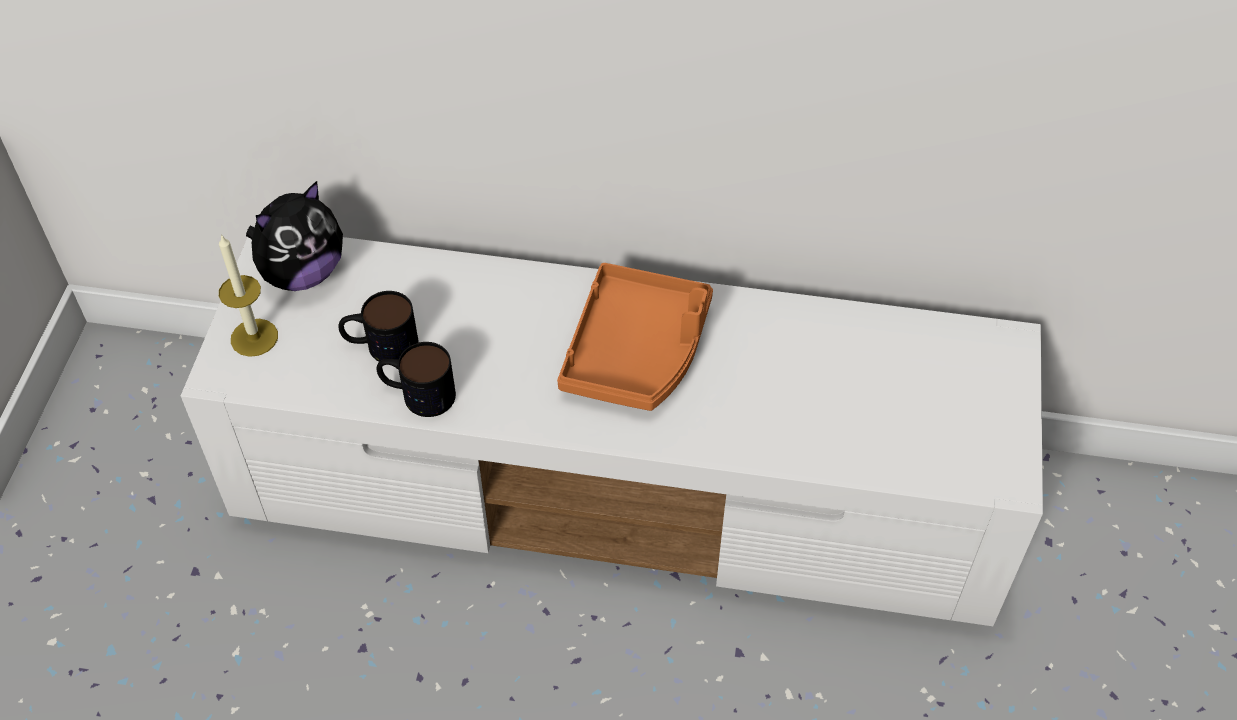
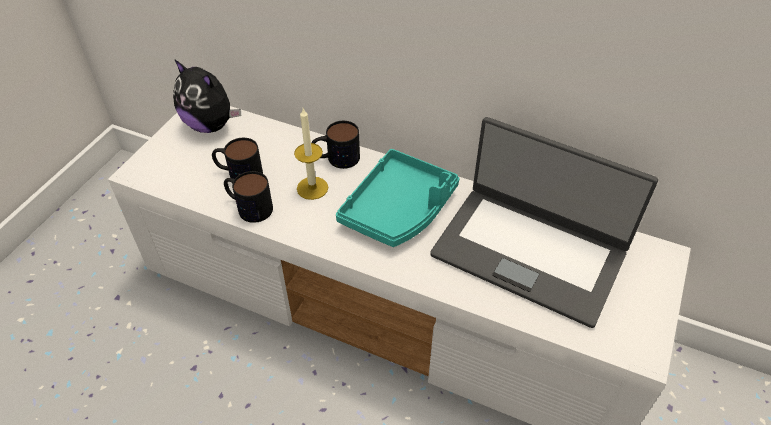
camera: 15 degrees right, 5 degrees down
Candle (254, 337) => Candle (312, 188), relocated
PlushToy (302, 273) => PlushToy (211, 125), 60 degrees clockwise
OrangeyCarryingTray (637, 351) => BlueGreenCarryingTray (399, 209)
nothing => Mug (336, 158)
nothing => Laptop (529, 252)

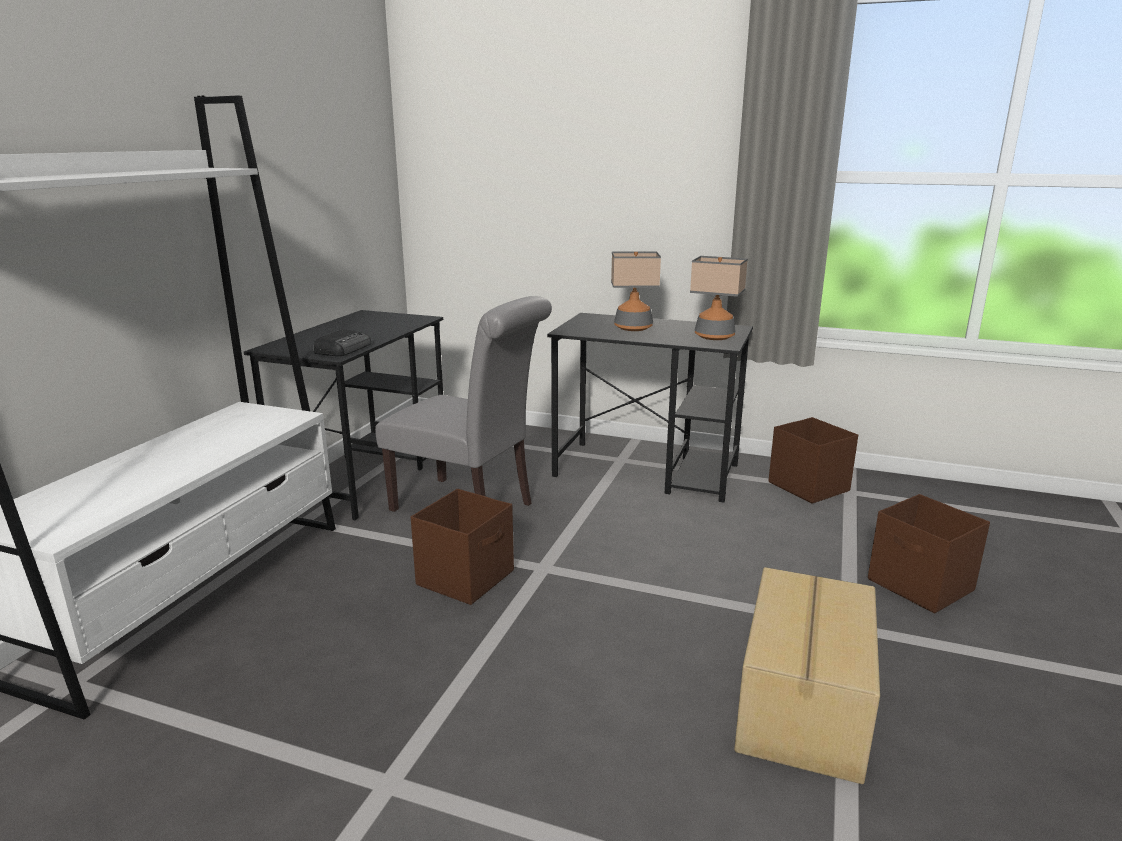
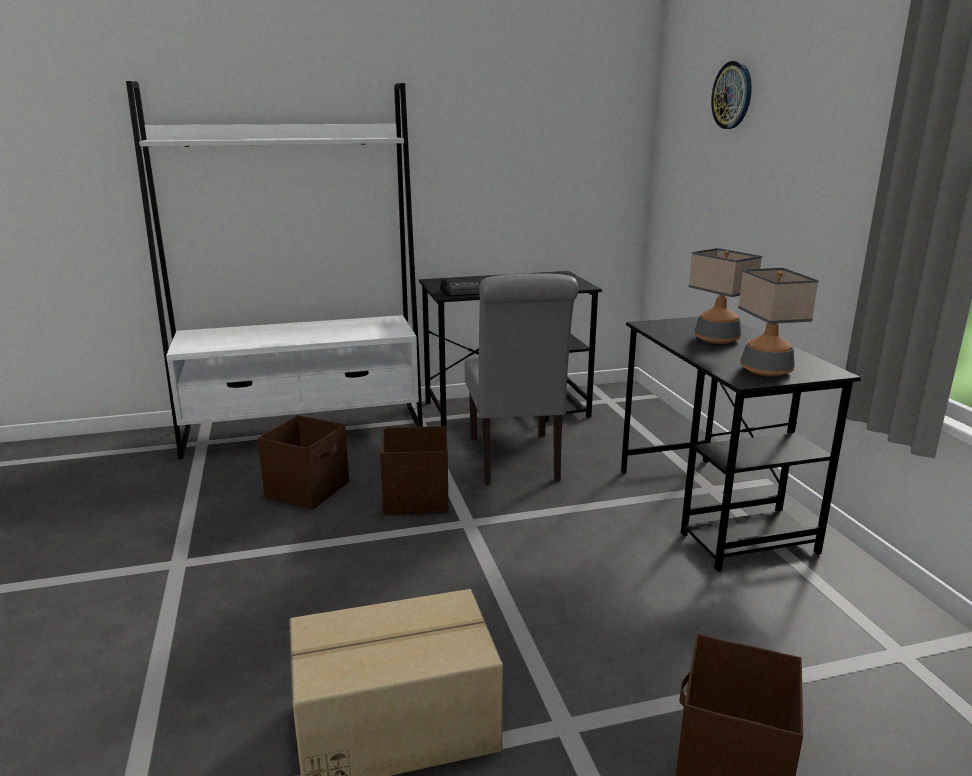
camera: 55 degrees right, 0 degrees up
BrownColouredStorageBox (808, 486) => BrownColouredStorageBox (309, 489), relocated
nothing => HangingClock (732, 95)

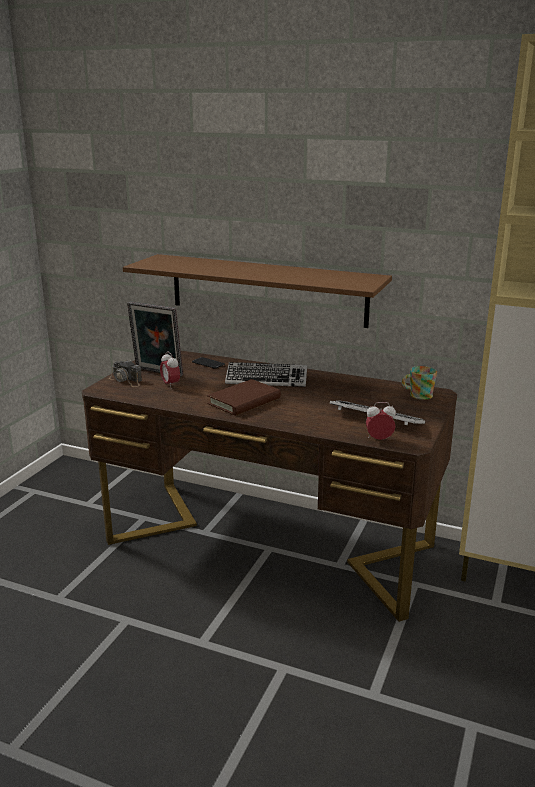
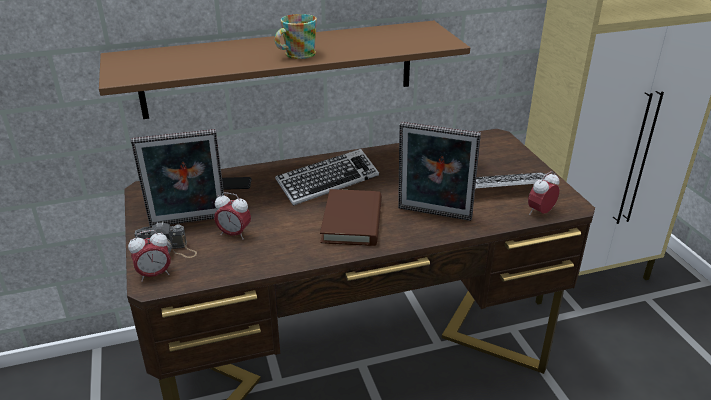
camera: 40 degrees left, 10 degrees up
Mug (417, 395) => Mug (296, 55), relocated
nothing => TableClock (154, 274)
nothing => PhotoFrame (433, 215)

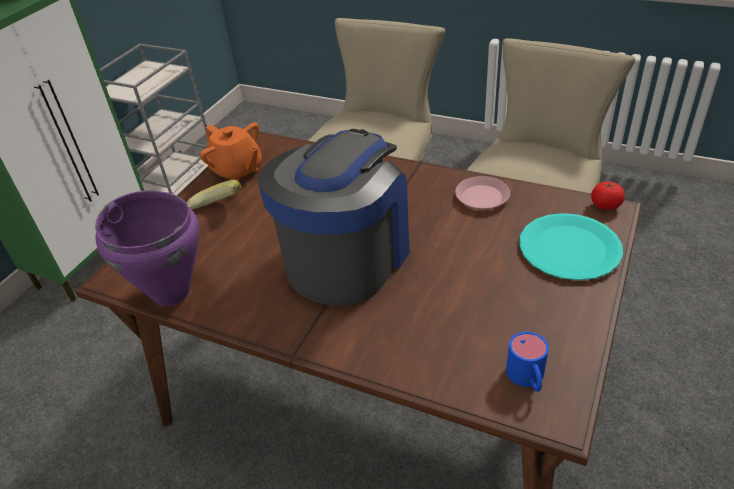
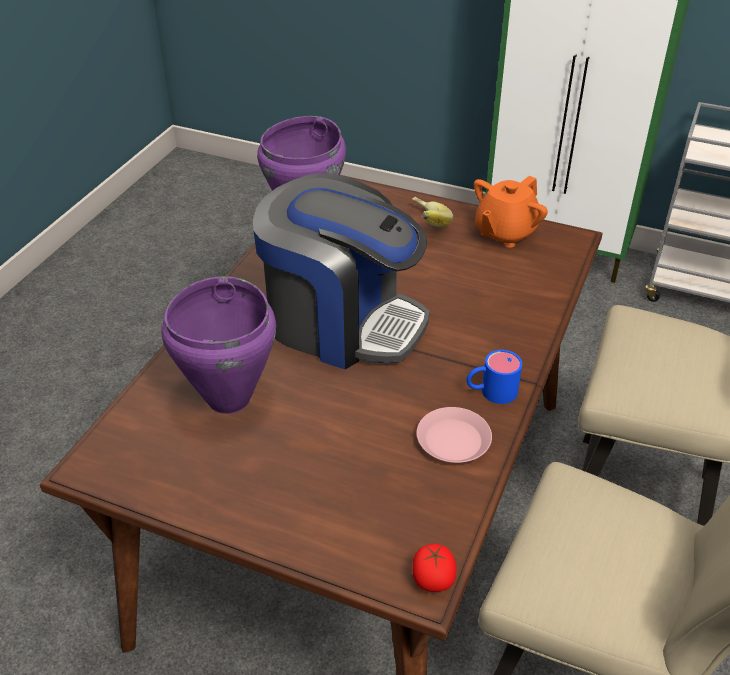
camera: 85 degrees right, 0 degrees up
BlueMug (528, 379) => BlueMug (491, 392), relocated
BlueGreenFlatDish (569, 248) => nothing
nothing => PurpleSaucepot (228, 399)

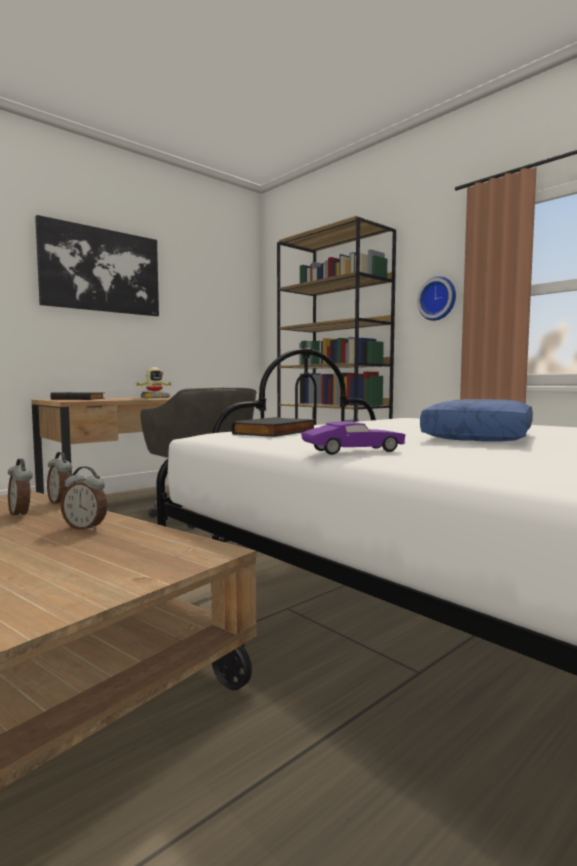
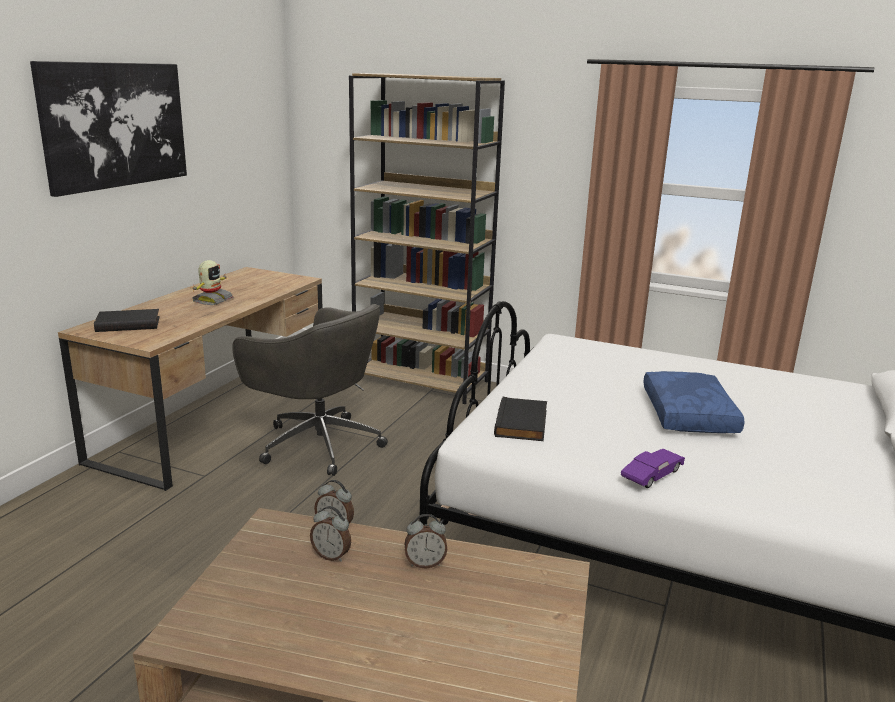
camera: 25 degrees left, 15 degrees up
HangingClock (438, 299) => nothing

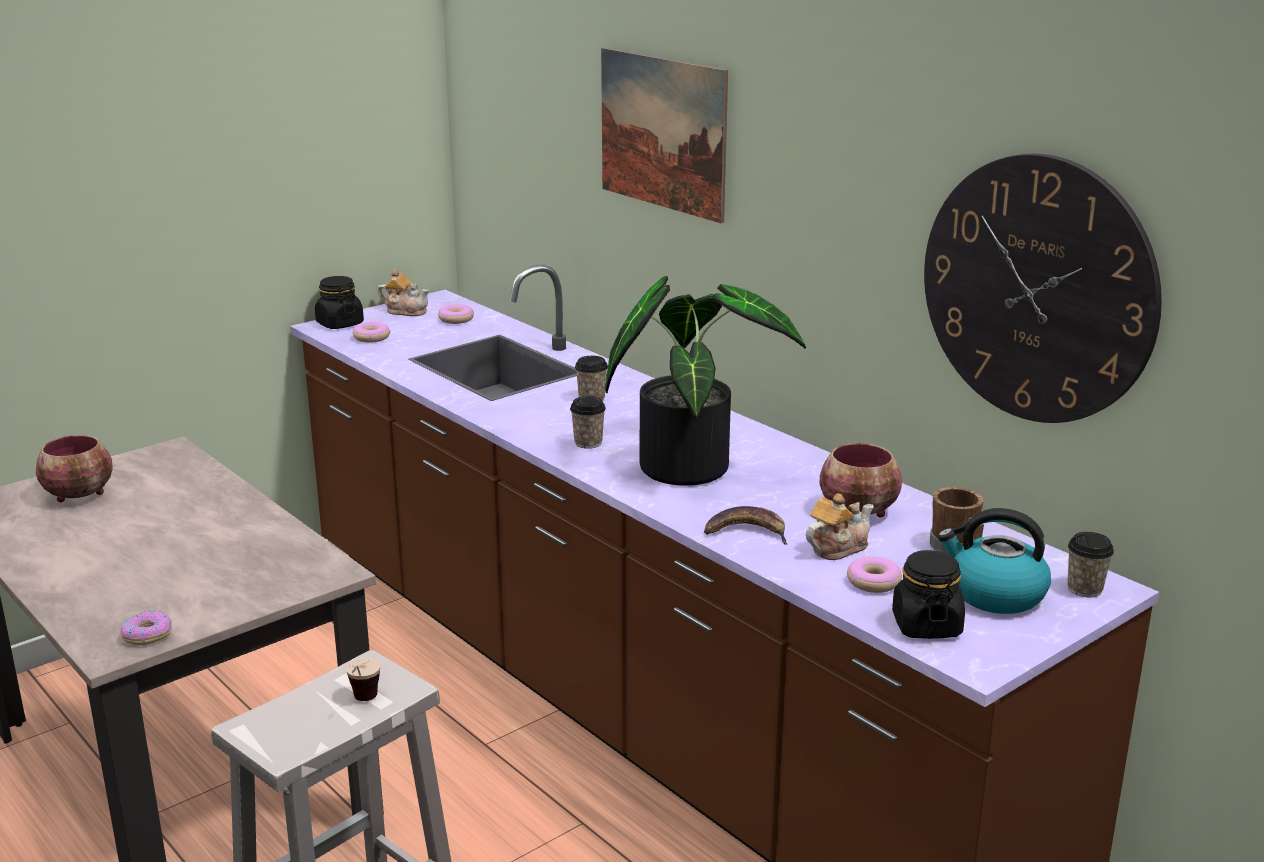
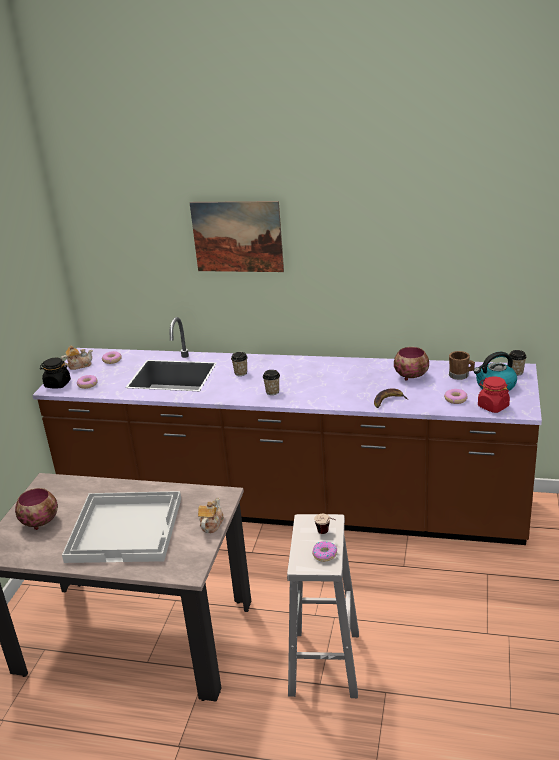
camera: 35 degrees left, 5 degrees up
Donut (147, 634) => Donut (324, 554), relocated
PottedPlant (690, 464) => nothing
TeaPot (837, 548) => TeaPot (211, 524), relocated
BlackishJar (926, 625) => ReddishJar (493, 406)
HangingClock (1037, 290) => nothing
nothing => WhitishCarryingTray (126, 528)

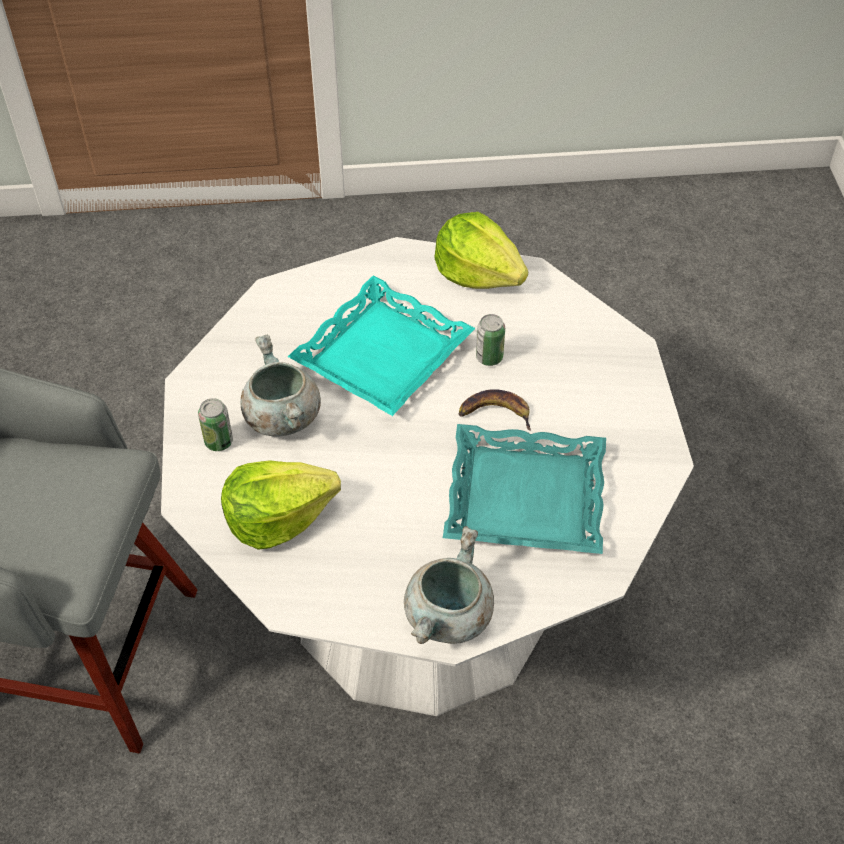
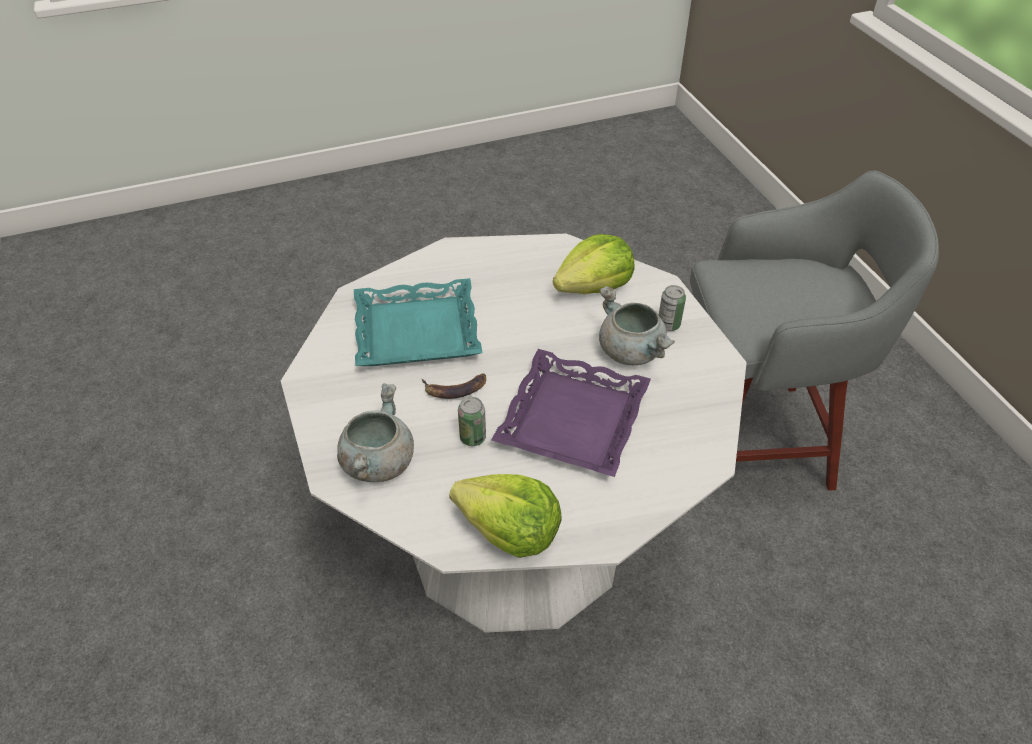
camera: 165 degrees right, 5 degrees down
BlueGreenCarryingTray (381, 354) => PurpleCarryingTray (574, 420)
GraySaucepot (449, 618) => GraySaucepot (377, 461), relocated

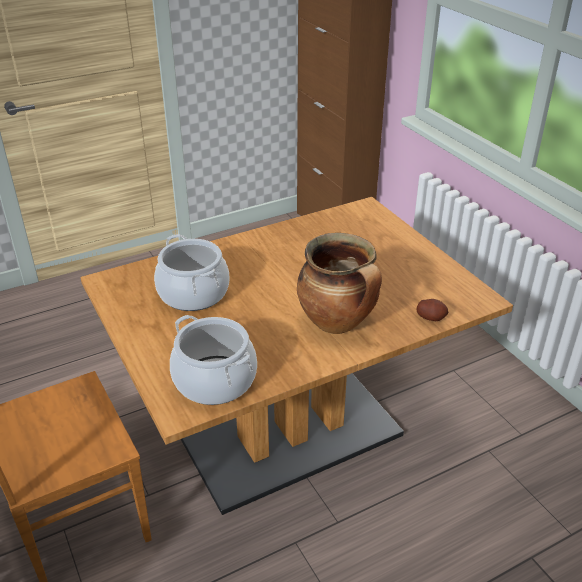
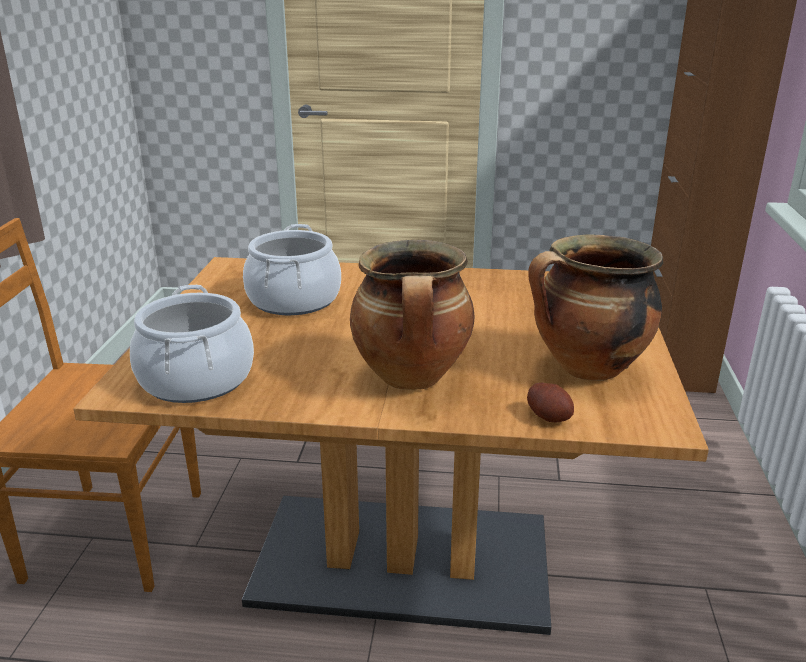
camera: 35 degrees right, 10 degrees down
nothing => Saucepot (587, 369)

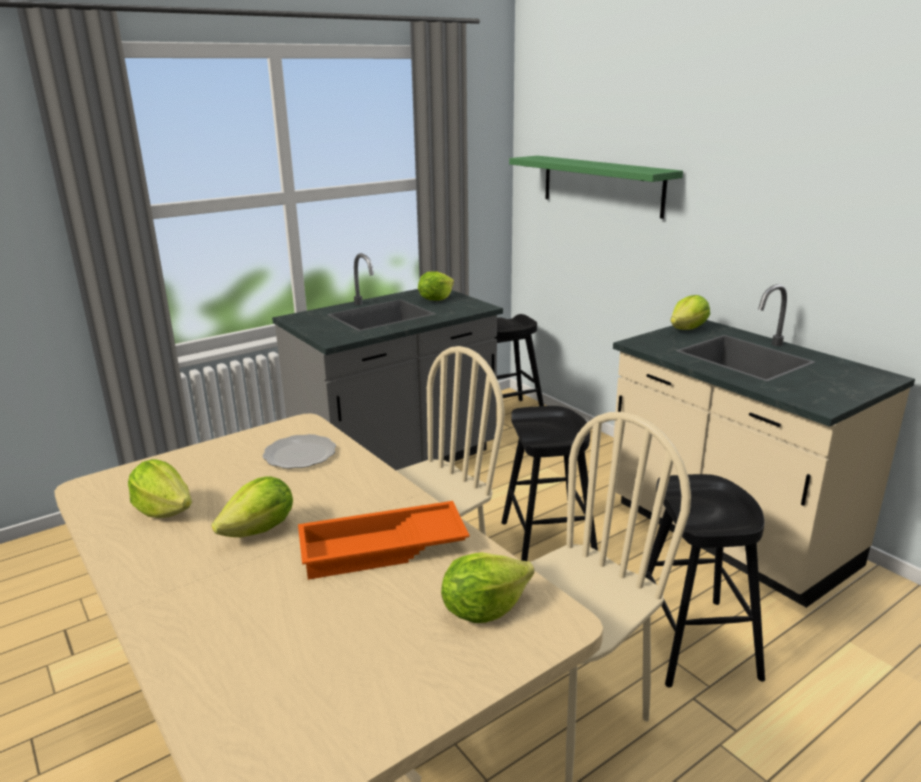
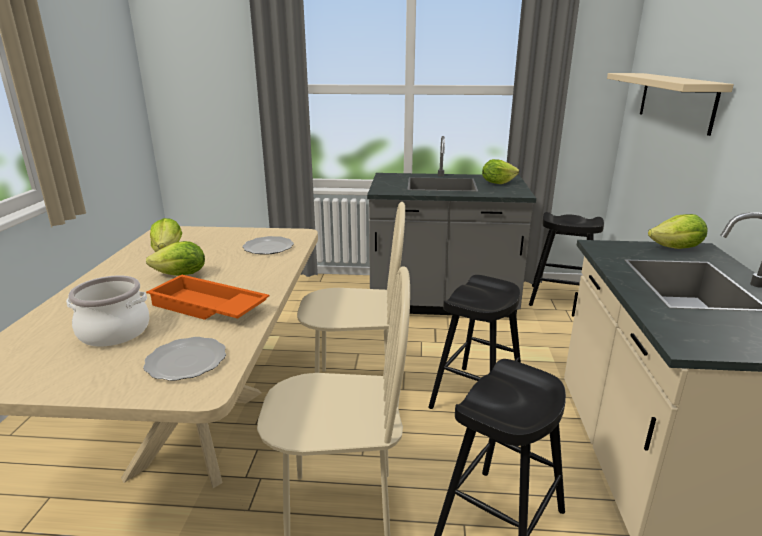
camera: 40 degrees right, 0 degrees up
HeadOfLettuce (483, 609) => FlatDish (186, 360)
GreenishWallShelf (601, 185) => BeigeColouredWallShelf (675, 100)
nothing => Saucepot (115, 331)

